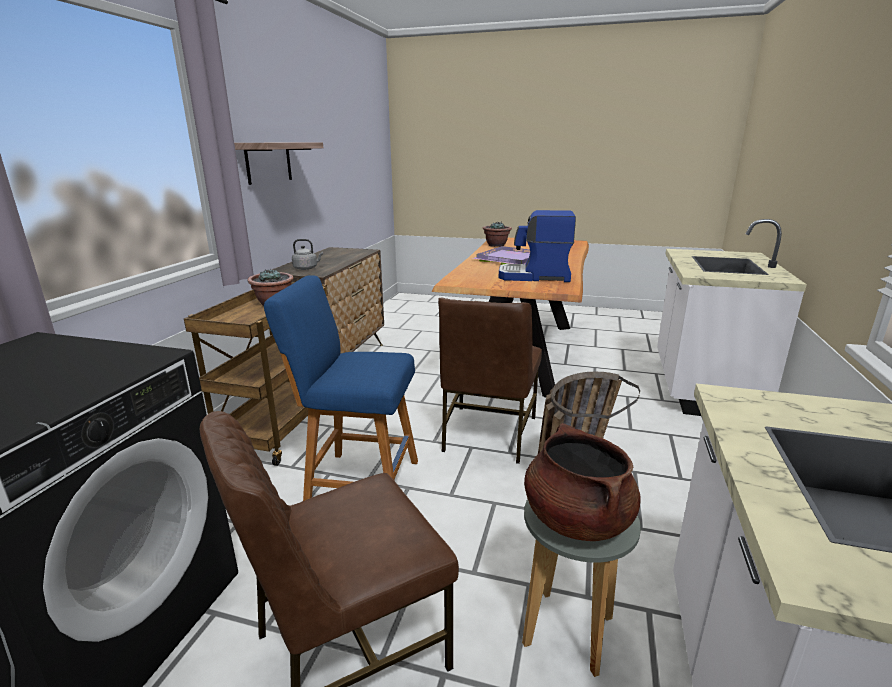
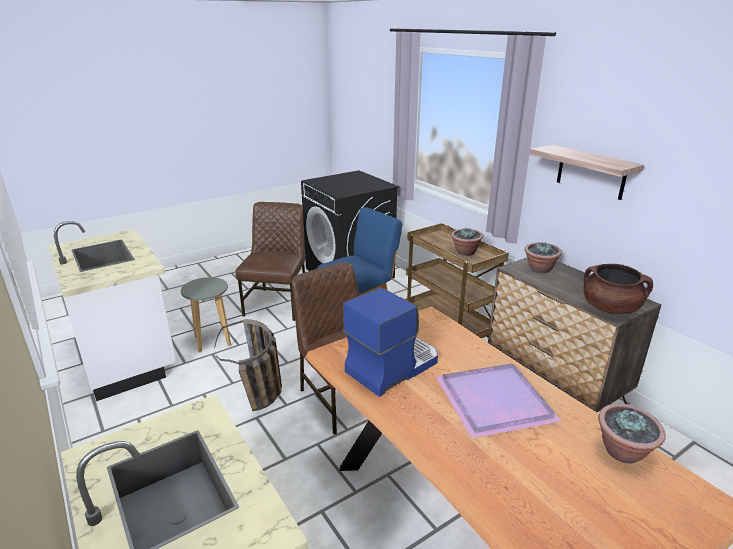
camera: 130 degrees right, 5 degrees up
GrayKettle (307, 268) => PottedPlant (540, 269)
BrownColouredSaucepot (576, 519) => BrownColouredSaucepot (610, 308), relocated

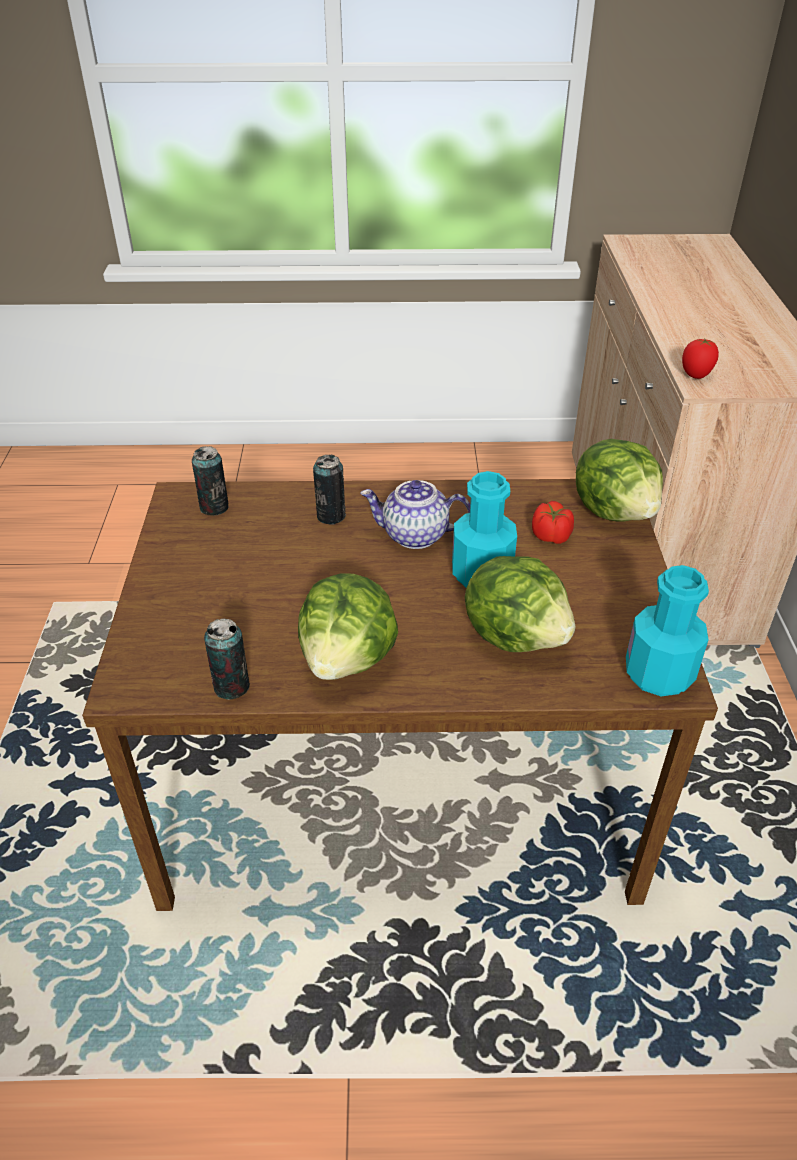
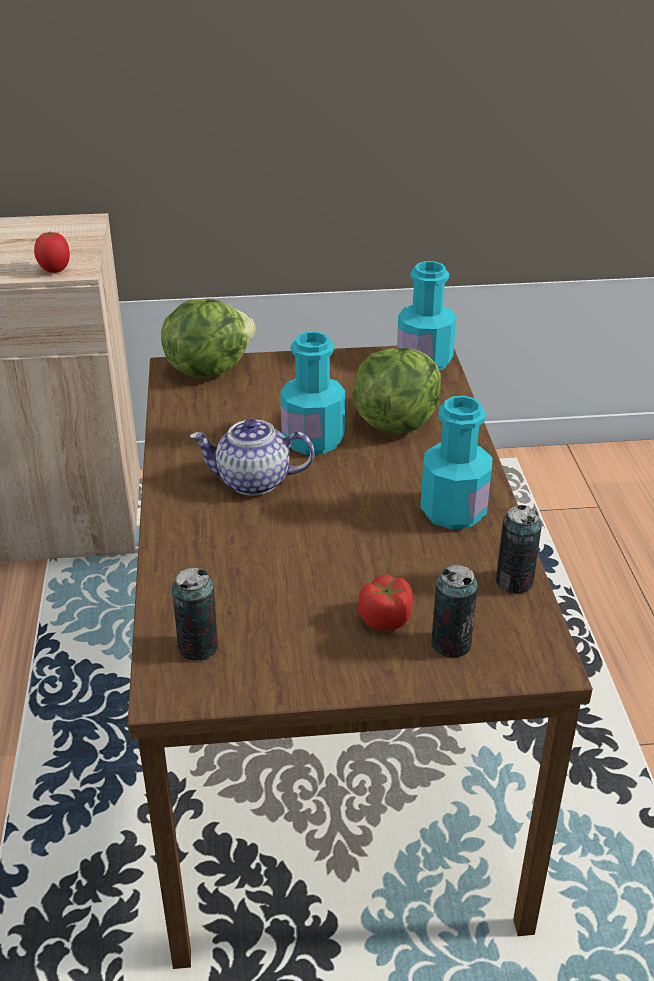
camera: 95 degrees left, 5 degrees down
HeadOfLettuce (348, 659) => BlueGreenBottle (453, 511)
MetalCan (331, 516) => MetalCan (451, 644), relocated
TeaPot (414, 535) => TeaPot (253, 481), 90 degrees clockwise
WholeTomato (551, 536) => WholeTomato (385, 619), relocated

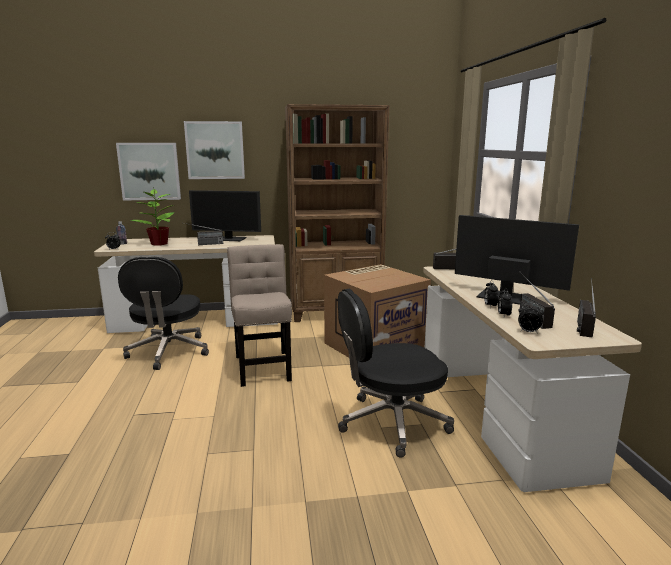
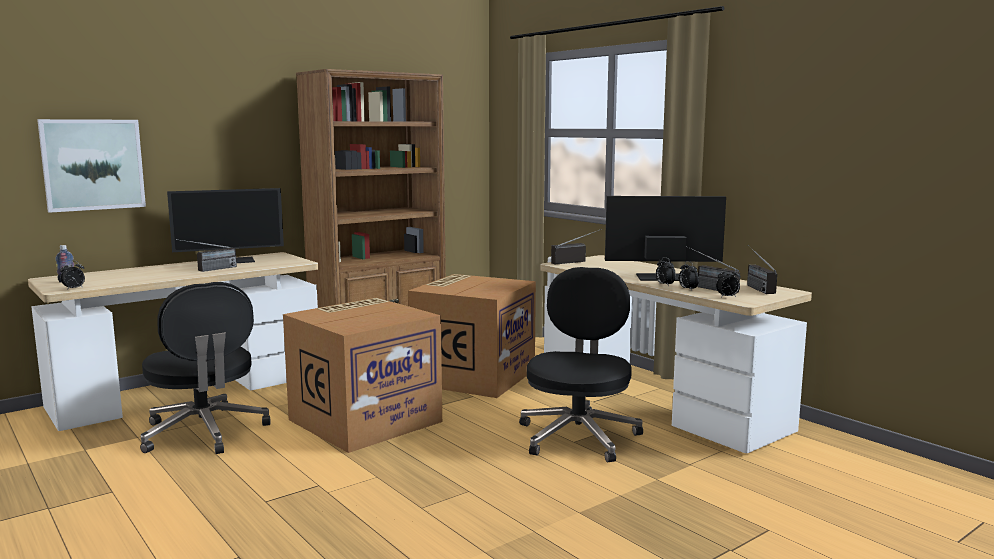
camera: 30 degrees left, 5 degrees down
PottedPlant (159, 244) => nothing
WallPicture (215, 150) => nothing
BeigeColouredChair (263, 366) => CardboardBox (365, 420)
BlackishOfficeChair (391, 423) => BlackishOfficeChair (578, 436), 150 degrees clockwise

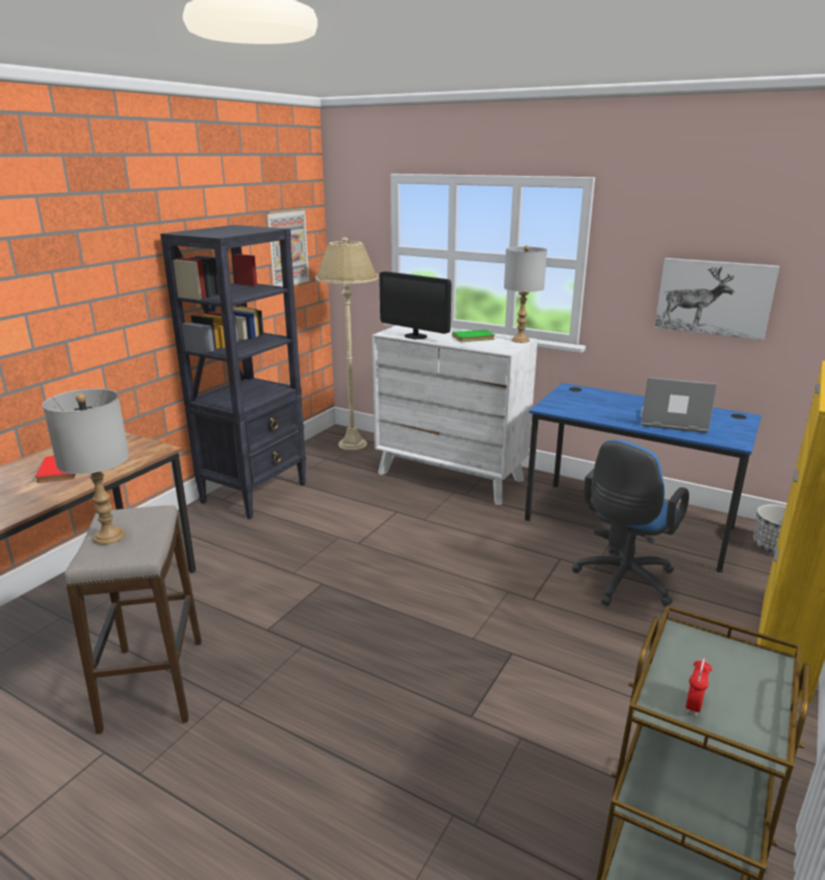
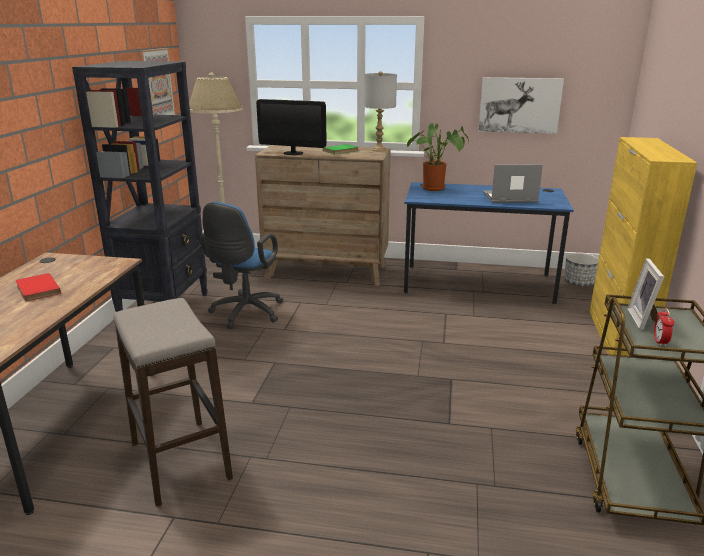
camera: 20 degrees left, 0 degrees up
GrayLampForATable (109, 537) => nothing
WhitishDrawerChest (450, 476) => BrownColouredDrawerChest (326, 271)
BlueOfficeChair (622, 583) => BlueOfficeChair (245, 314), relocated
nothing => PottedPlant (436, 188)
nothing => PhotoFrame (644, 319)

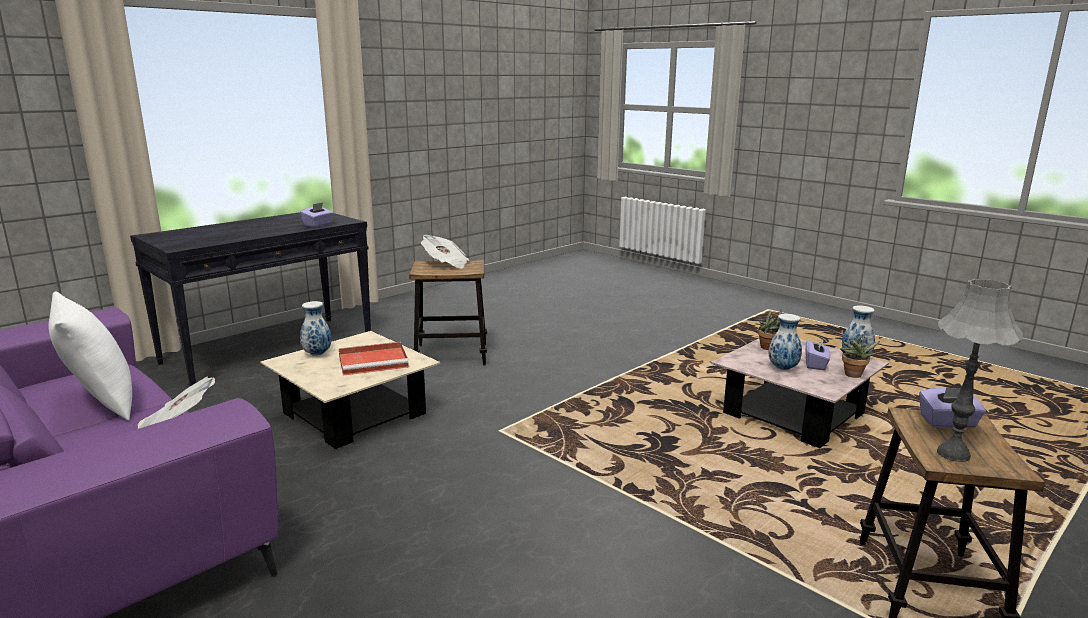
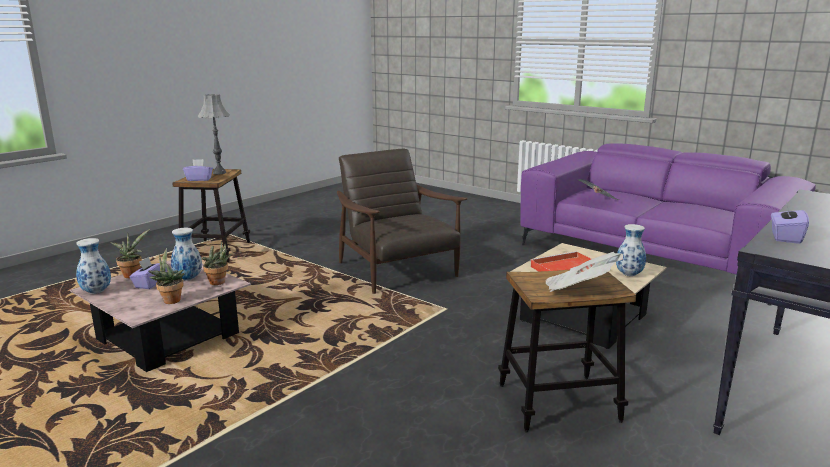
camera: 175 degrees right, 0 degrees up
WhitishPillow (101, 403) => nothing
nothing => PottedPlant (219, 282)
nothing => BrownColouredEasyChair (398, 271)

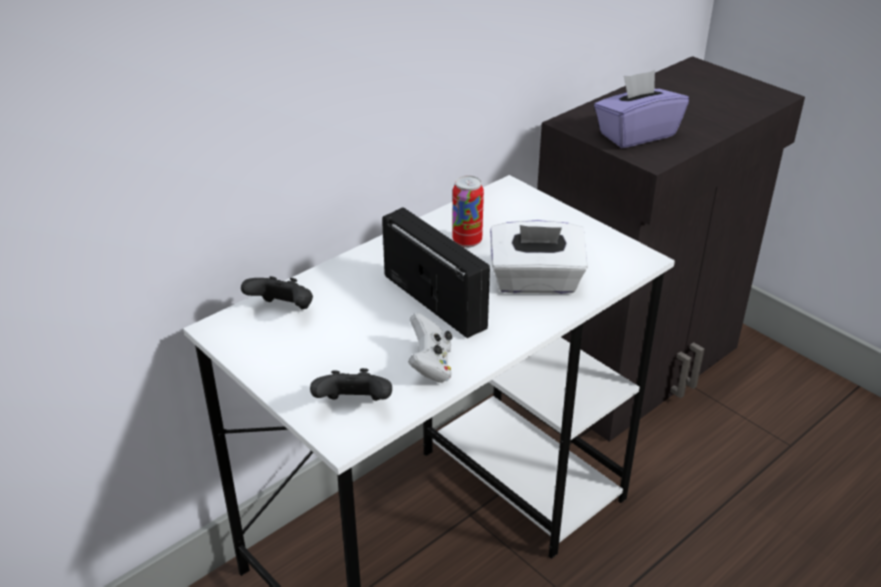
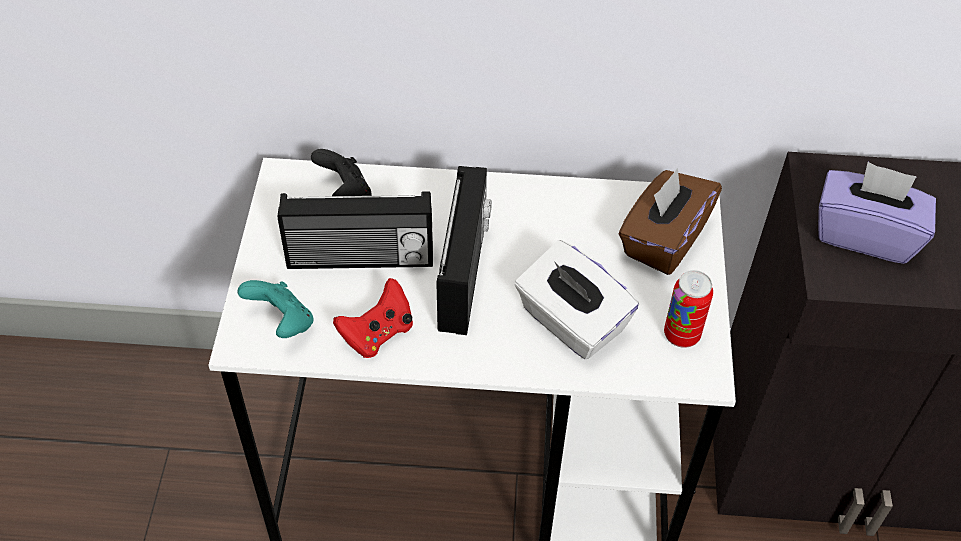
camera: 45 degrees right, 15 degrees up
BlackishGamepad (354, 406) => BlueGreenGamepad (282, 322)
WhitishGamepad (430, 366) => ReddishGamepad (378, 334)
MetalCan (467, 241) => MetalCan (681, 335), relocated
nothing => RadioReceiver (360, 259)
nothing => BrownColouredTissueBox (663, 240)

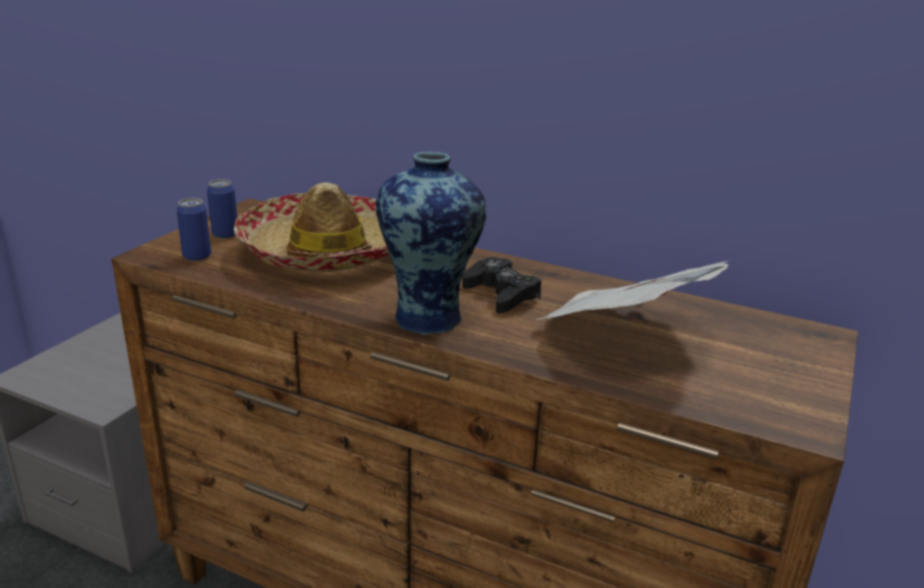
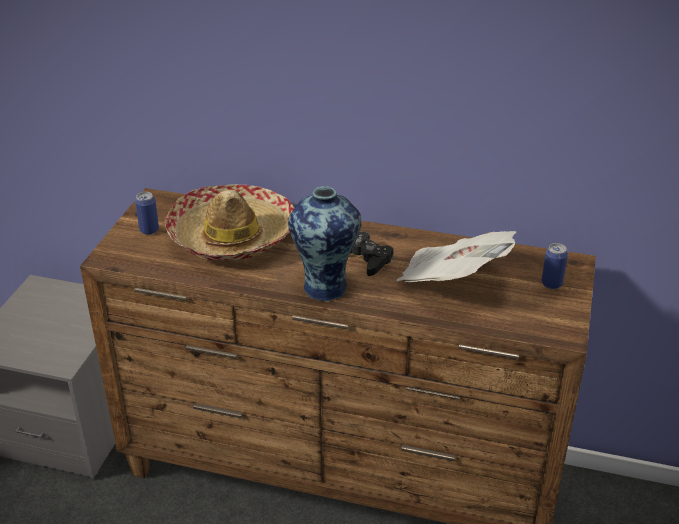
camera: 10 degrees left, 10 degrees up
MetalCan (197, 256) => MetalCan (551, 284), relocated

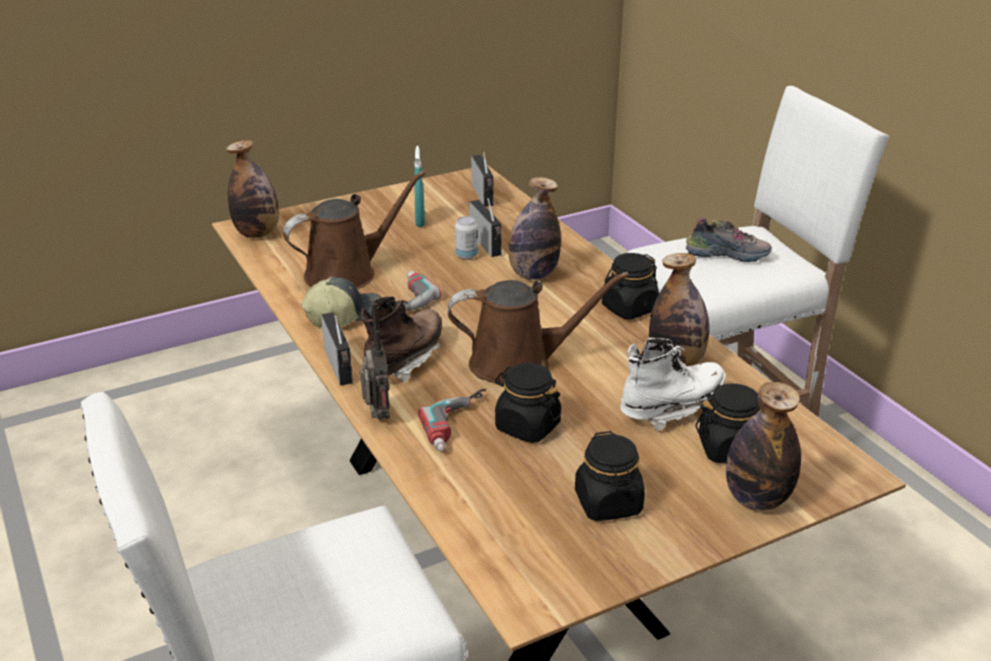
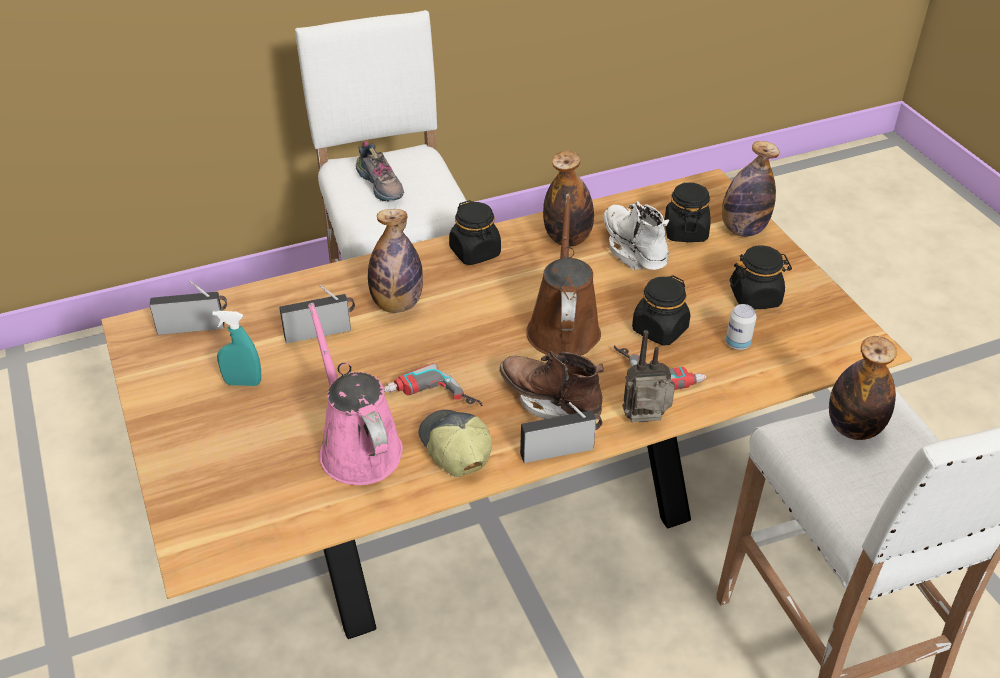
camera: 85 degrees left, 10 degrees up
Bottle (257, 233) => Bottle (853, 428), relocated
BrownColouredWateringCan (347, 273) => PinkWateringCan (357, 447)
MetalCan (466, 255) => MetalCan (737, 344), relocated
Shoe (727, 254) => Shoe (382, 185), 135 degrees clockwise

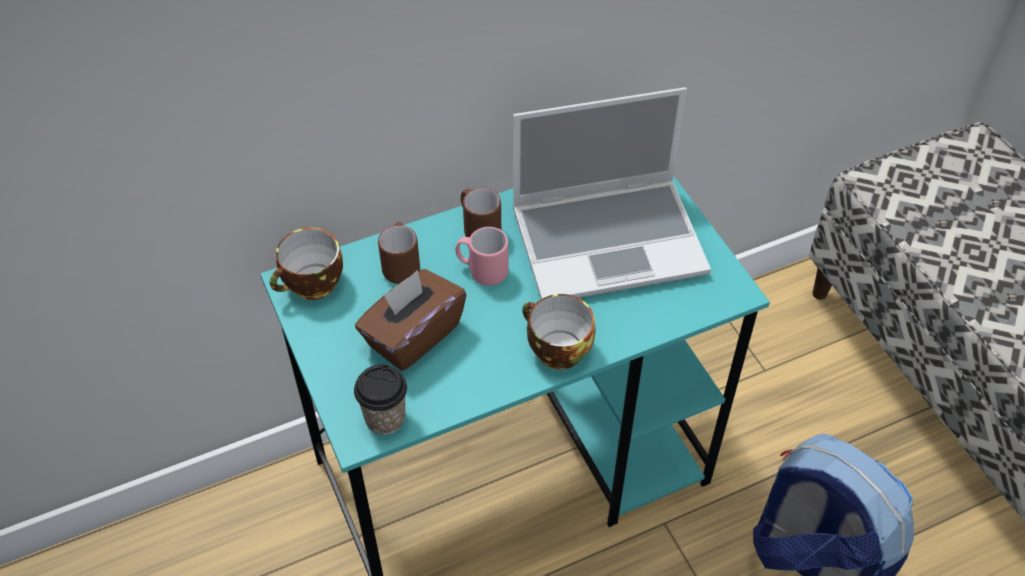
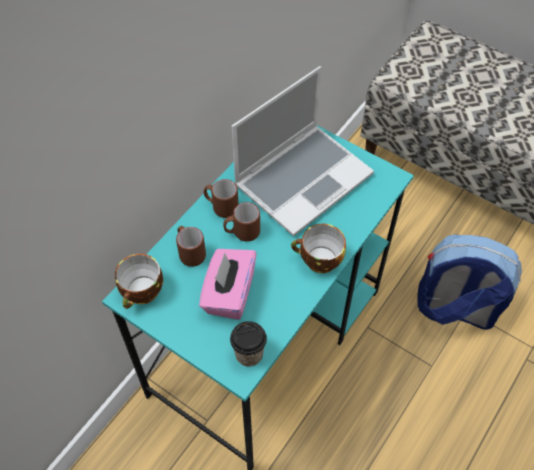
camera: 30 degrees left, 5 degrees up
BrownColouredTissueBox (413, 335) => PinkTissueBox (229, 294)
PinkMug (482, 271) => BrownColouredMug (242, 233)

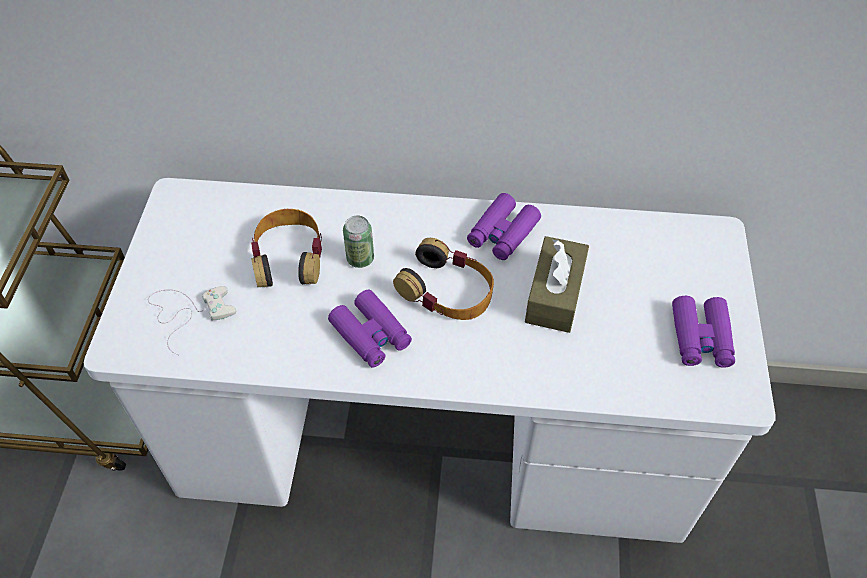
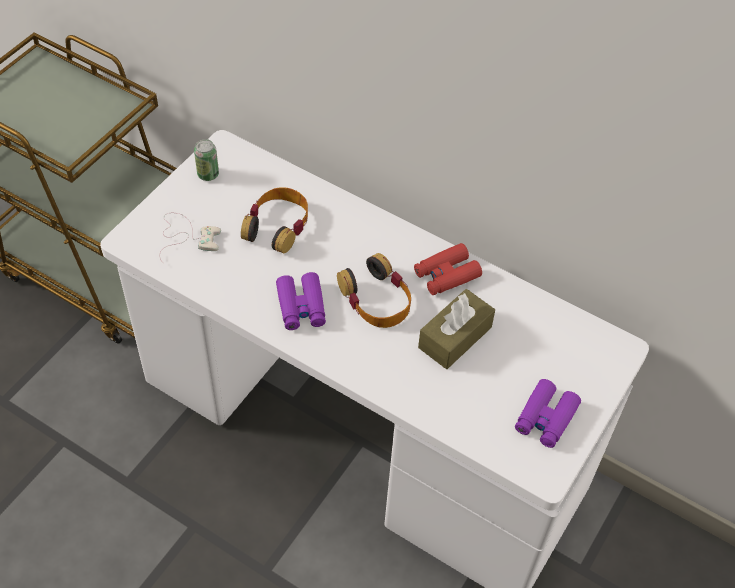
camera: 25 degrees right, 0 degrees up
MetalCan (360, 259) => MetalCan (208, 174), relocated
PurpleBinoculars (502, 233) => ReddishBinoculars (446, 275)

